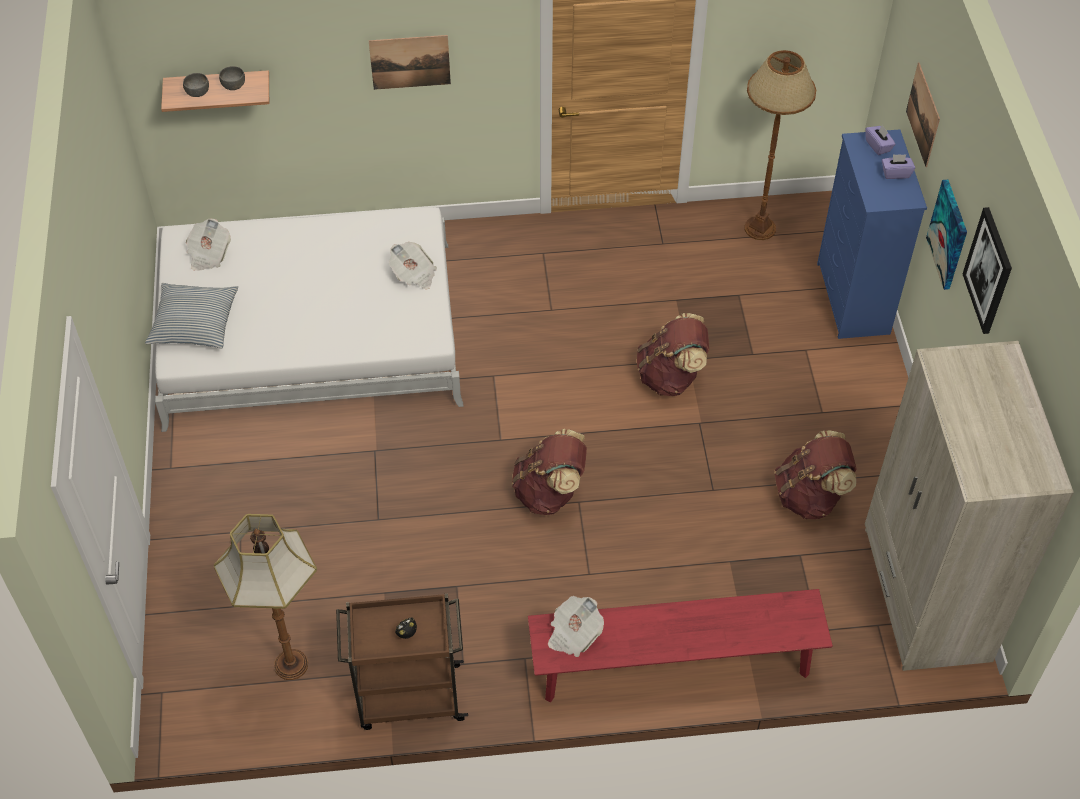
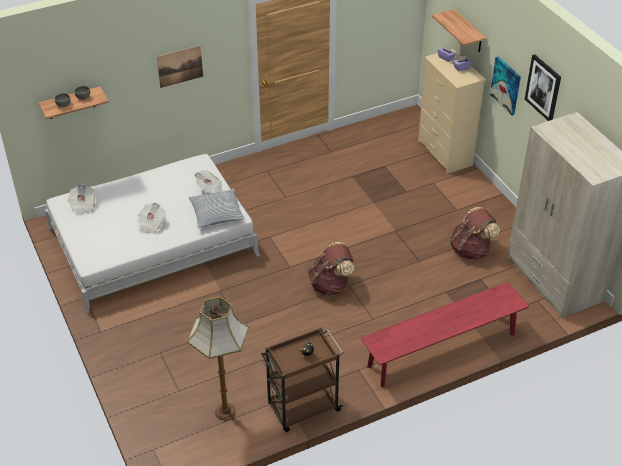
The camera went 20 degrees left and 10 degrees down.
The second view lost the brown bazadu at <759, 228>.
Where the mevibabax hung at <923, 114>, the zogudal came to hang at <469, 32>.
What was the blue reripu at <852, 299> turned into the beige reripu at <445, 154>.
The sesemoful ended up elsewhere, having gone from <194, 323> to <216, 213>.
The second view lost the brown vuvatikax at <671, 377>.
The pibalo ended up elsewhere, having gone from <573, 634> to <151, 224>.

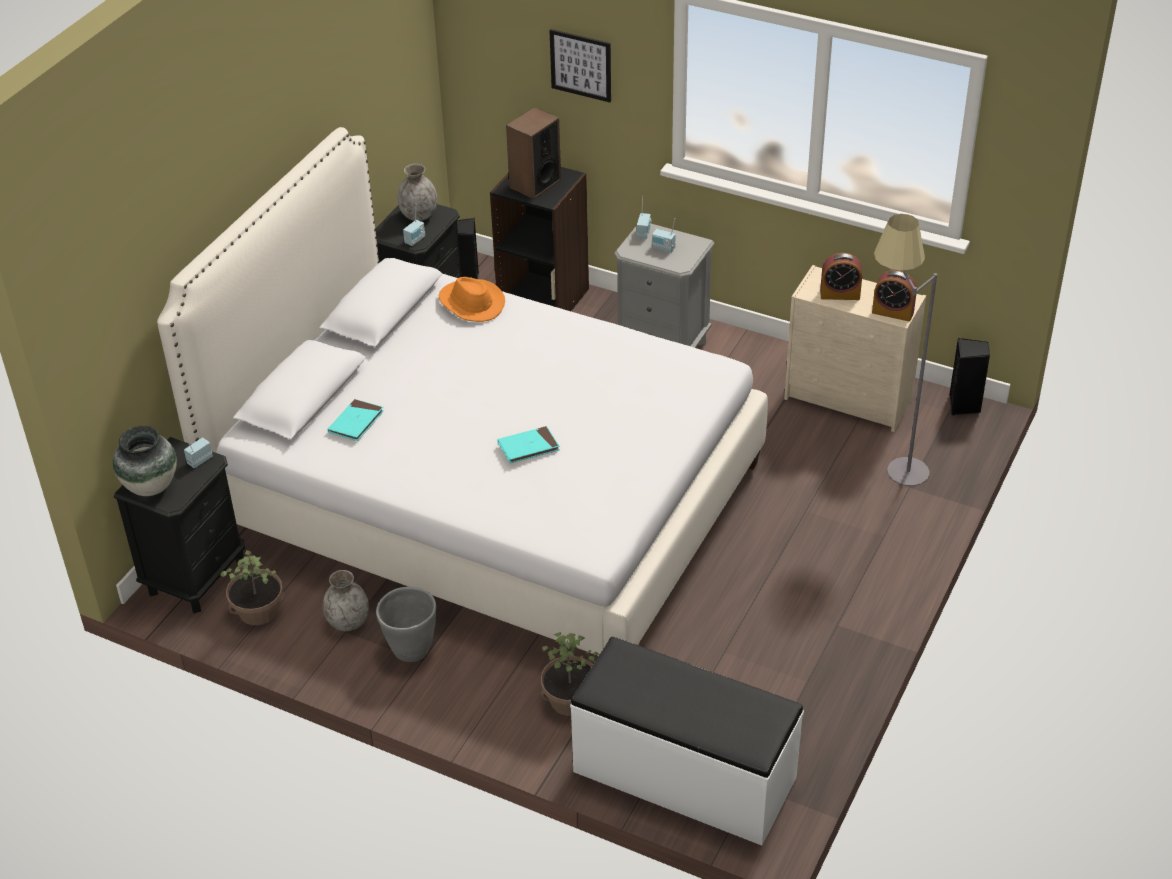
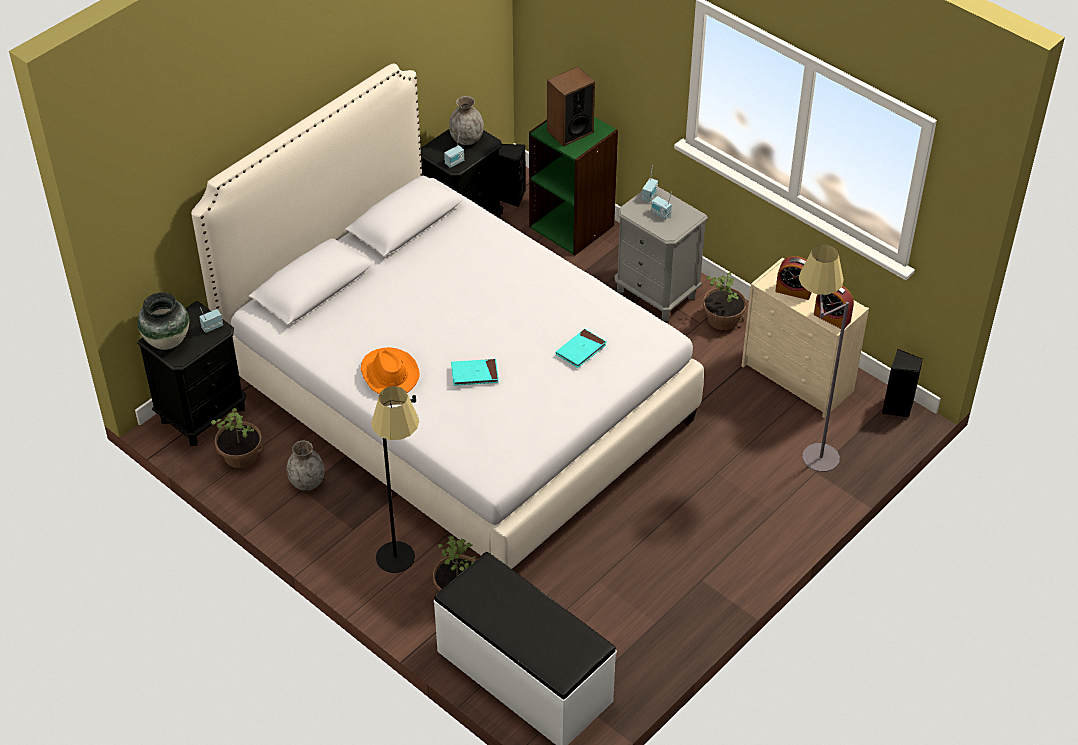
The camera went 15 degrees right and 5 degrees up.
The second view lost the mevibabax at <581, 65>.
What was the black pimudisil at <544, 297> turned into the green pimudisil at <572, 226>.
The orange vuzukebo ended up elsewhere, having gone from <470, 303> to <389, 374>.
The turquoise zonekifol ended up elsewhere, having gone from <356, 422> to <581, 350>.
The second view lost the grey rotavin at <411, 650>.
The second view gained the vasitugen at <723, 319>.
The second view gained the black bazadu at <403, 569>.

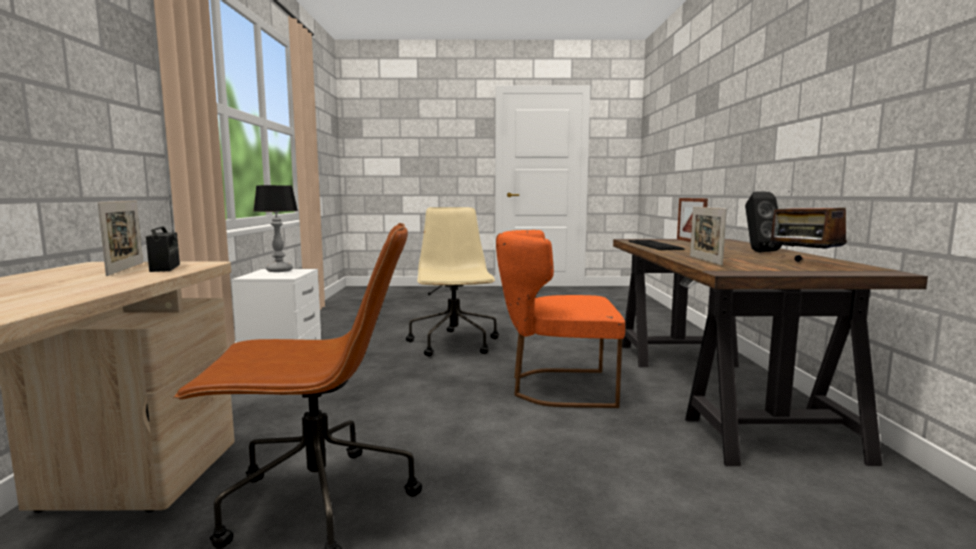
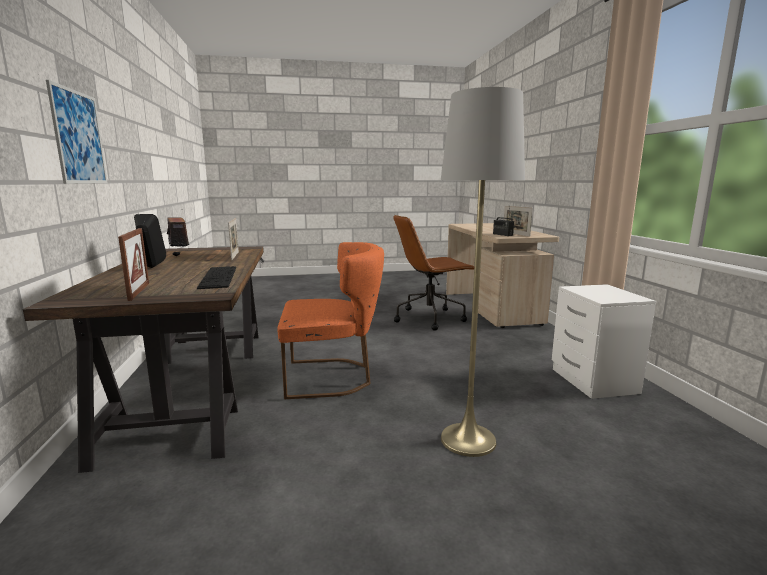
The camera went 170 degrees right and 5 degrees up.
The second view lost the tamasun at <279, 270>.
Where the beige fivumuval stood at <454, 344>, the grey bazadu came to stand at <468, 440>.
The second view gained the mevibabax at <79, 137>.

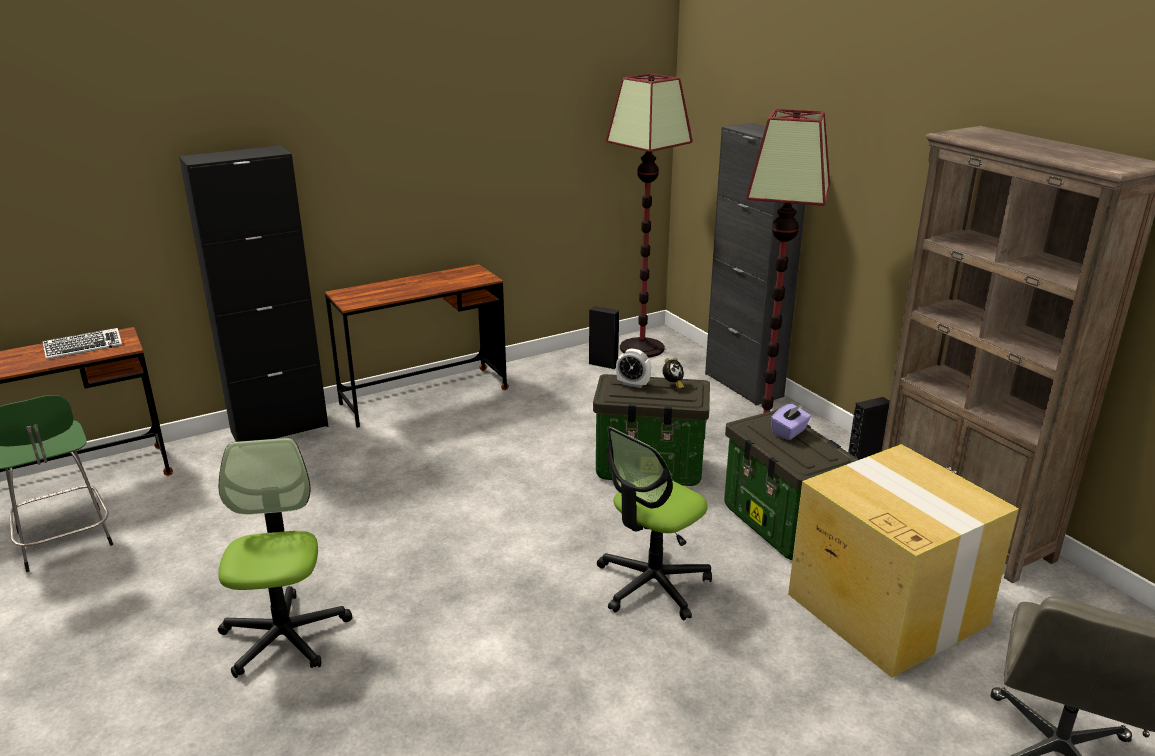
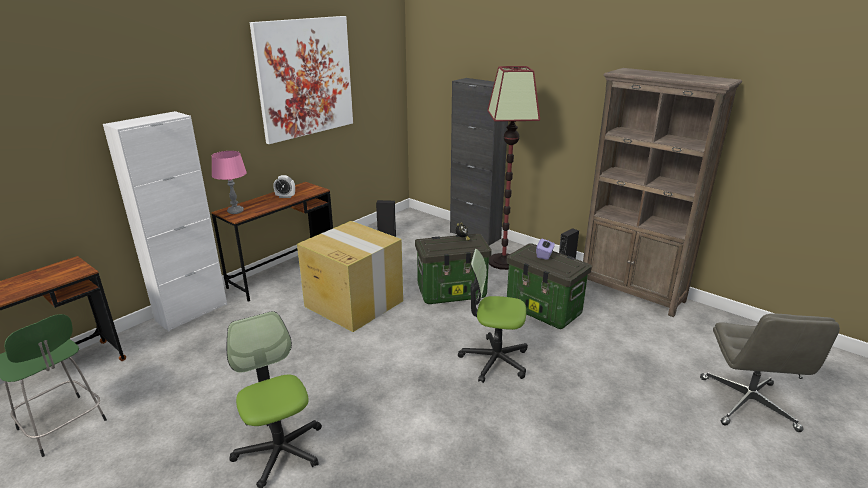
The camera went 20 degrees left and 0 degrees up.
The second view lost the bazadu at <642, 348>.
What was the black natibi at <279, 429> turned into the white natibi at <192, 312>.
The second view lost the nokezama at <84, 348>.
The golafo ended up elsewhere, having gone from <633, 384> to <285, 196>.
The fivumuval at <652, 584> ended up facing another way, 75 degrees clockwise from before.
The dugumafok ended up elsewhere, having gone from <884, 608> to <353, 303>.
The second view gained the mevibabax at <305, 78>.
The second view gained the pink tamasun at <235, 211>.

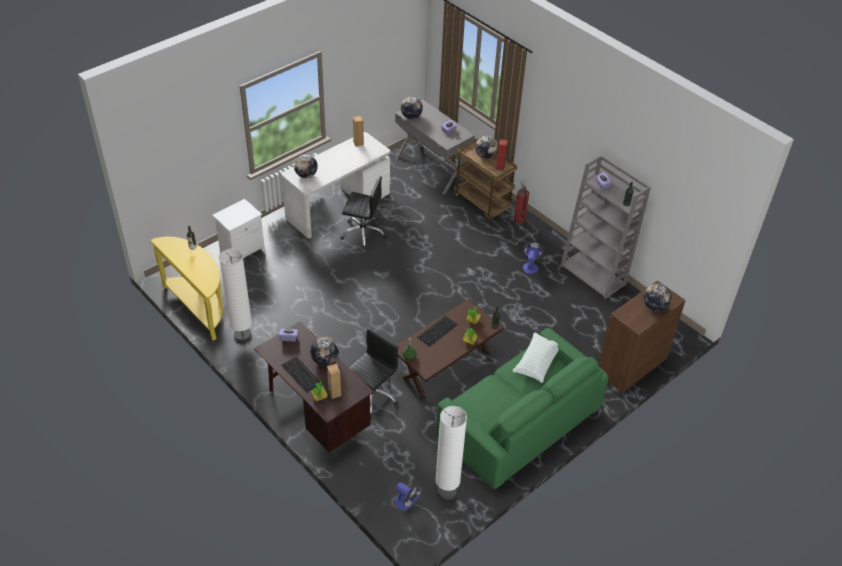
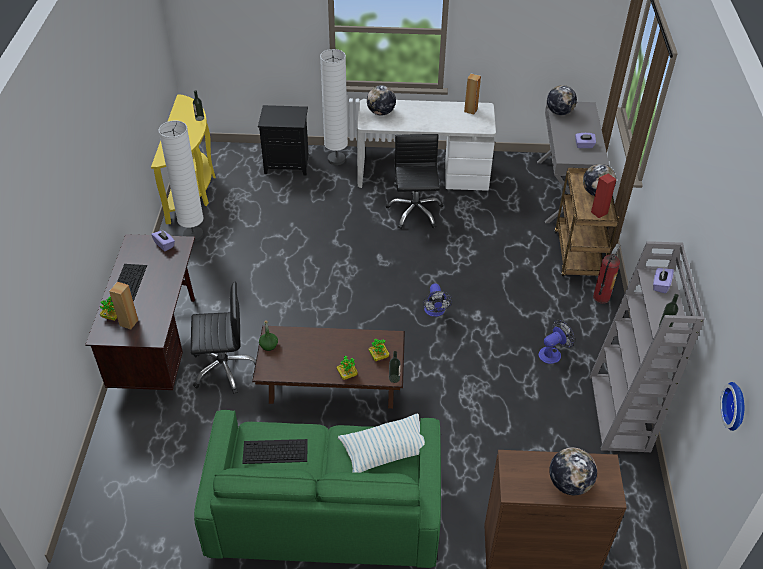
The camera went 45 degrees right and 0 degrees up.
The black fivumuval at <363, 233> ended up facing another way, 150 degrees counterclockwise from before.
What was the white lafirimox at <242, 250> turned into the black lafirimox at <288, 164>.
The nokezama ended up elsewhere, having gone from <437, 331> to <274, 451>.
The second view lost the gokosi at <325, 360>.
The white bazadu ended up elsewhere, having gone from <447, 492> to <336, 159>.
The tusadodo ended up elsewhere, having gone from <407, 504> to <435, 312>.
The second view gained the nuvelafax at <736, 406>.

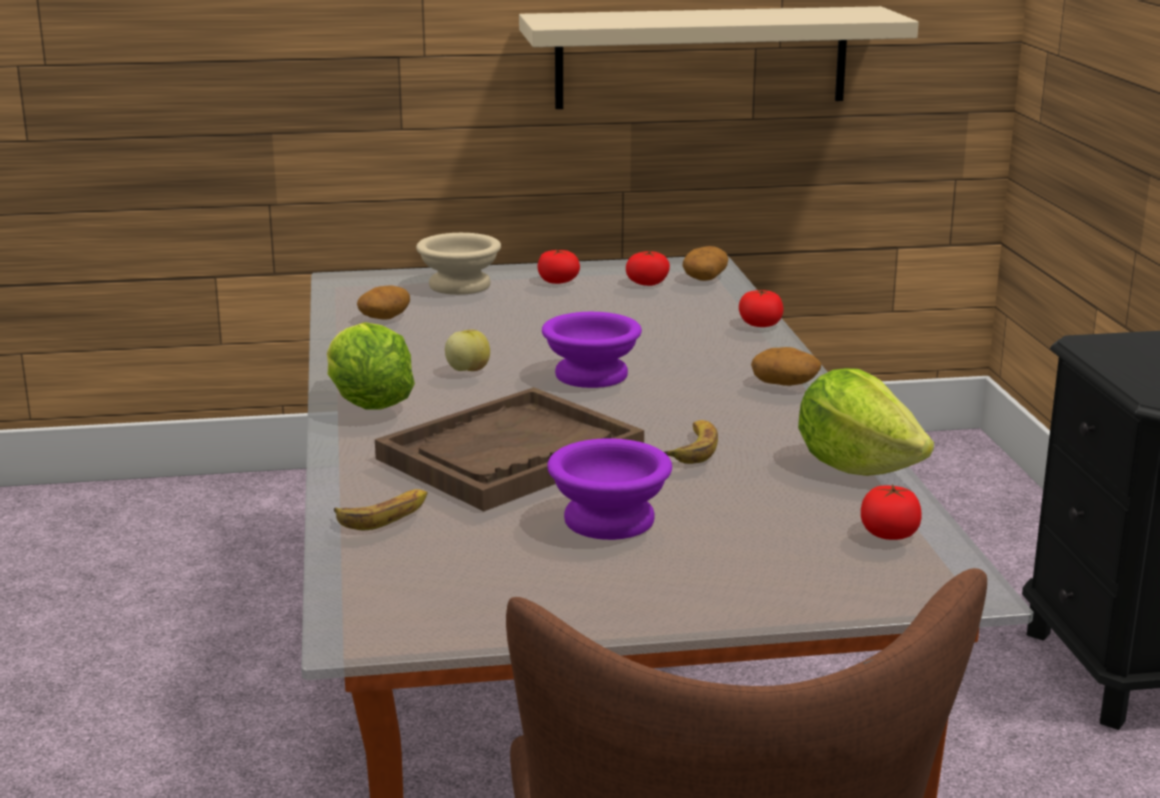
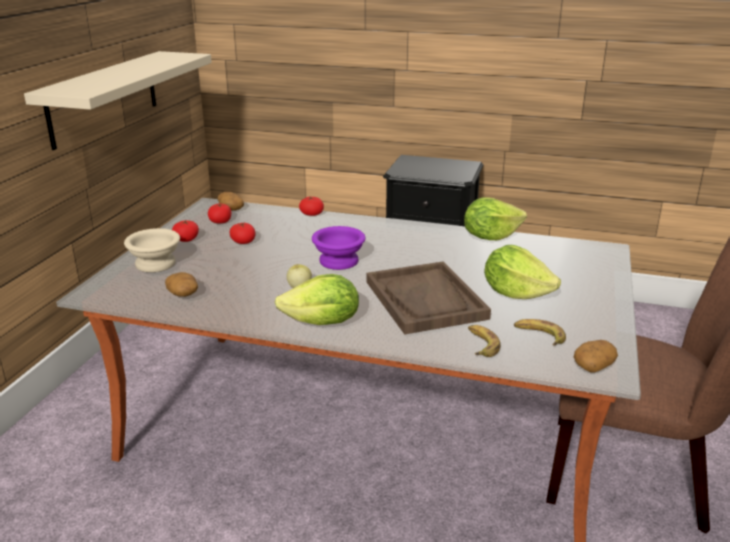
The camera went 65 degrees left and 5 degrees up.
The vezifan ended up elsewhere, having gone from <785, 384> to <593, 366>.
The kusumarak ended up elsewhere, having gone from <693, 448> to <539, 335>.
Where the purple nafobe stood at <612, 519>, the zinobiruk came to stand at <516, 293>.
The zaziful ended up elsewhere, having gone from <889, 533> to <243, 242>.

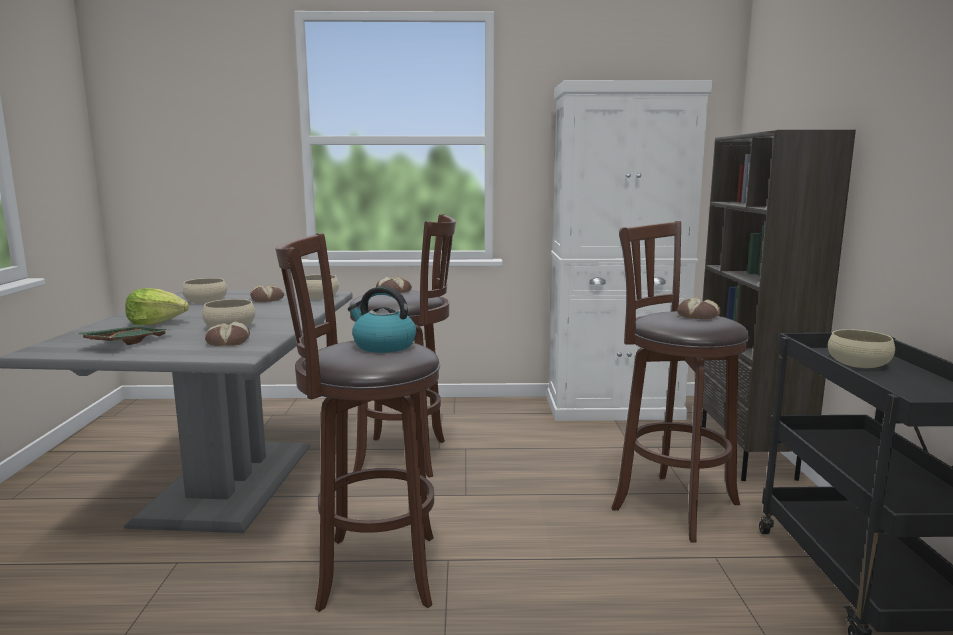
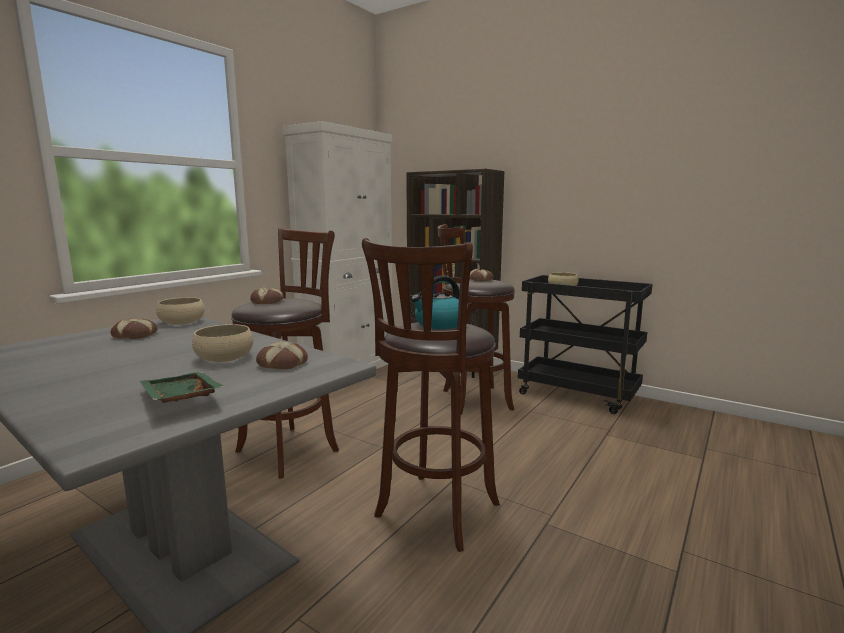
The camera went 55 degrees left and 0 degrees up.
The second view lost the beige nafobe at <205, 301>.
The second view lost the zinobiruk at <156, 323>.

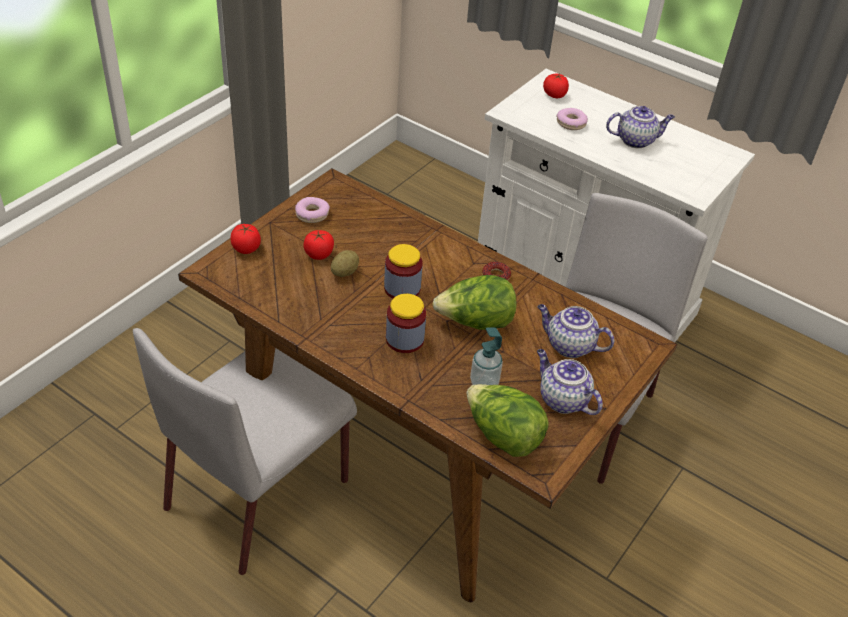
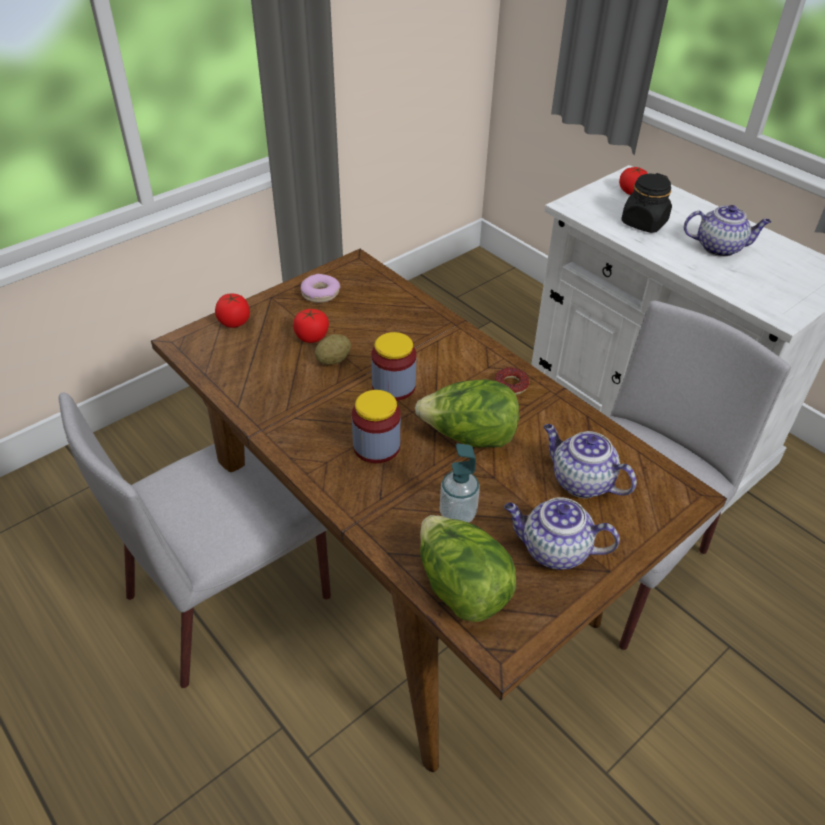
The camera went 15 degrees right and 0 degrees up.
Where the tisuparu stood at <571, 123>, the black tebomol came to stand at <644, 223>.
The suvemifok at <562, 399> ended up facing another way, 45 degrees counterclockwise from before.

